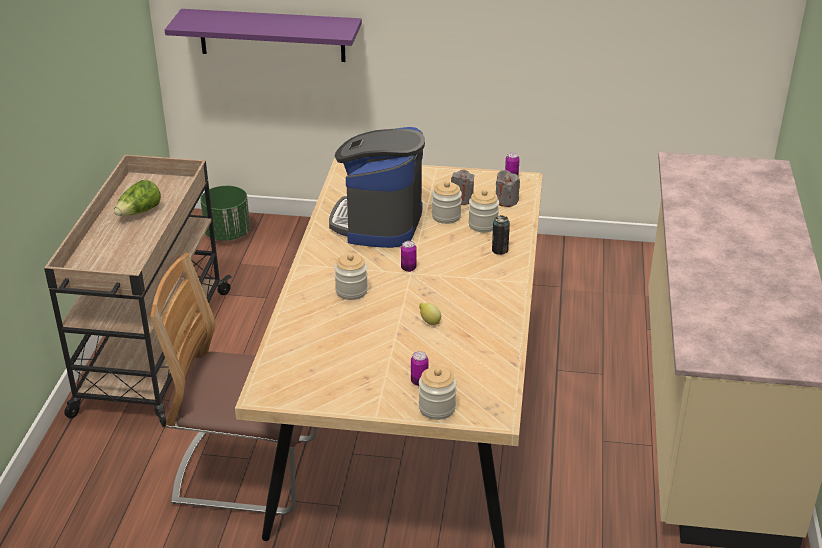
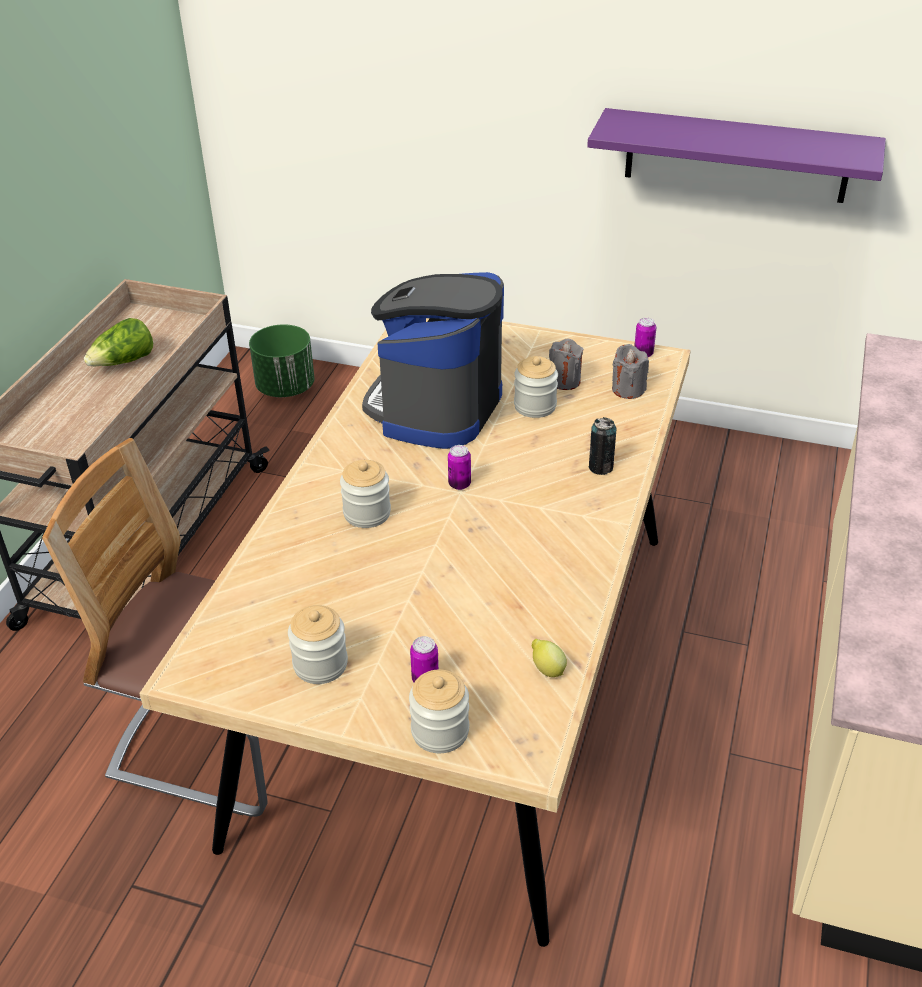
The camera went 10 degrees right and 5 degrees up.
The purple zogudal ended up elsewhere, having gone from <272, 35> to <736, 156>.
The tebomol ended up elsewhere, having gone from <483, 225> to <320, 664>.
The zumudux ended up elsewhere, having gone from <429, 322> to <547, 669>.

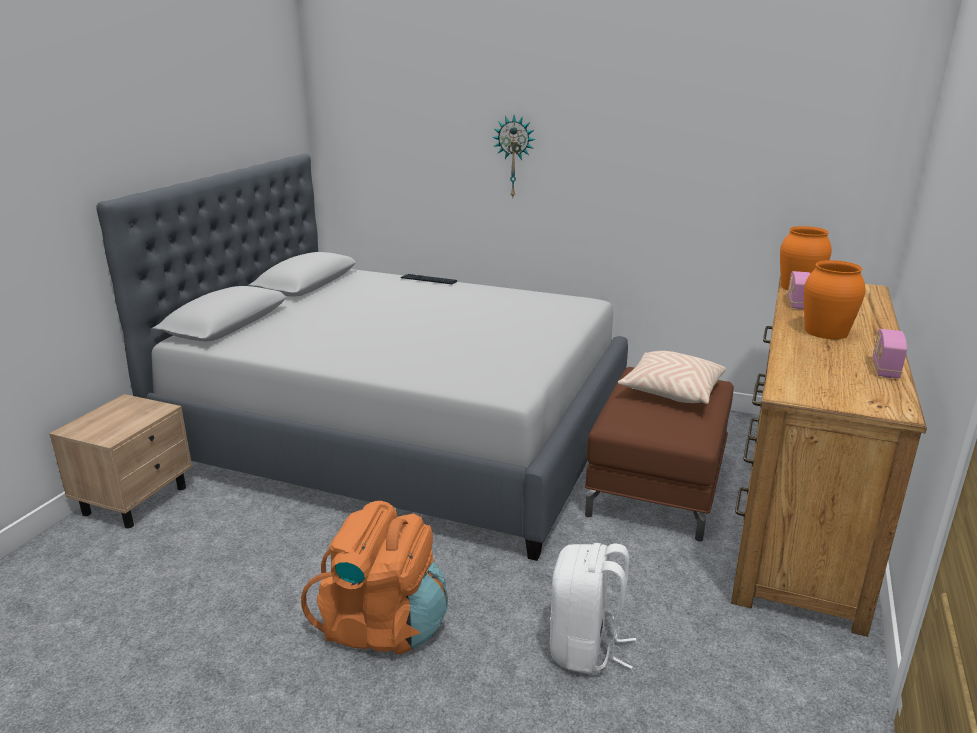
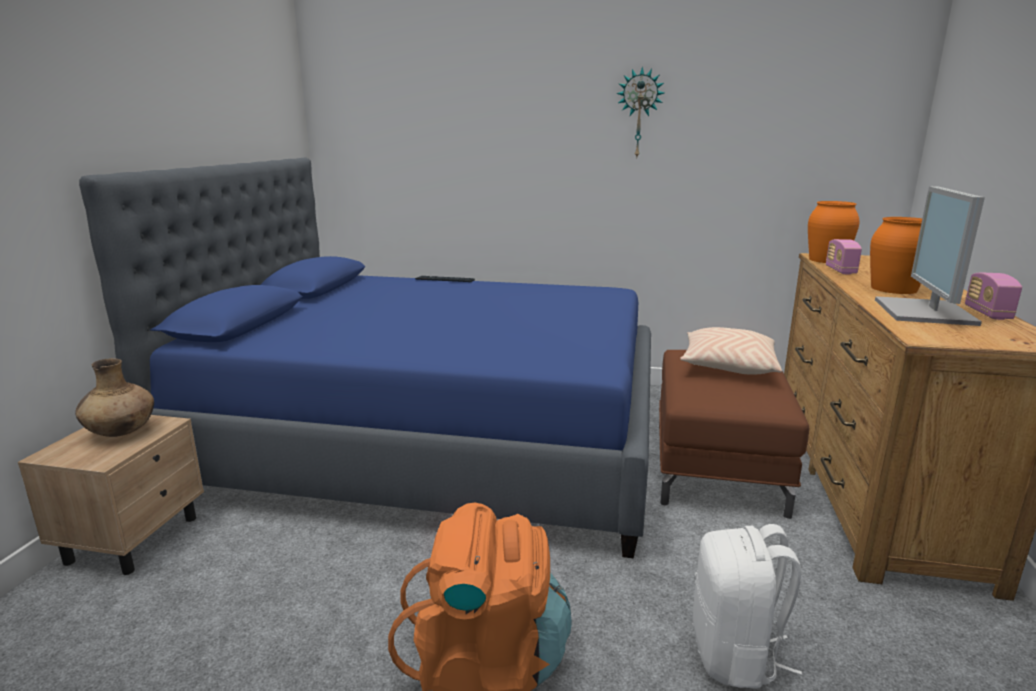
The camera went 10 degrees left and 5 degrees down.
The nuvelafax ended up elsewhere, having gone from <514, 156> to <639, 113>.
What was the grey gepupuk at <402, 434> turned into the blue gepupuk at <434, 438>.
The second view gained the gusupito at <926, 312>.
The second view gained the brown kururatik at <121, 432>.

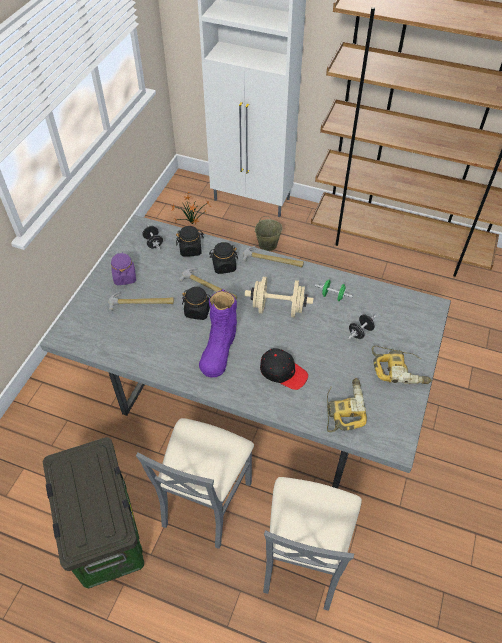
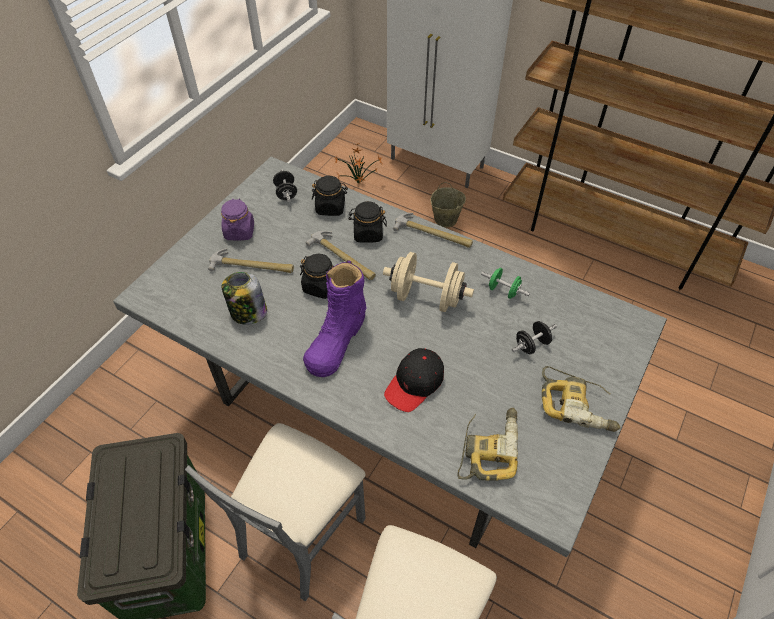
The camera went 10 degrees right and 0 degrees up.
The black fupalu at <283, 372> ended up facing another way, 90 degrees clockwise from before.
The second view gained the tebomol at <248, 312>.

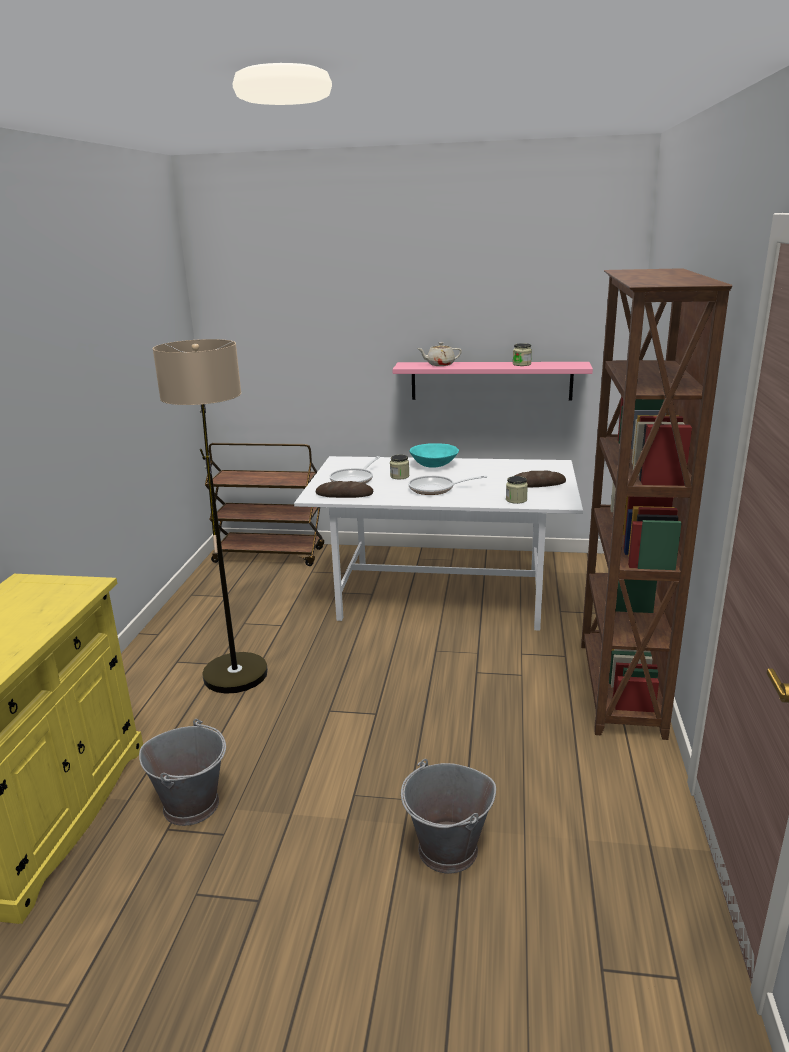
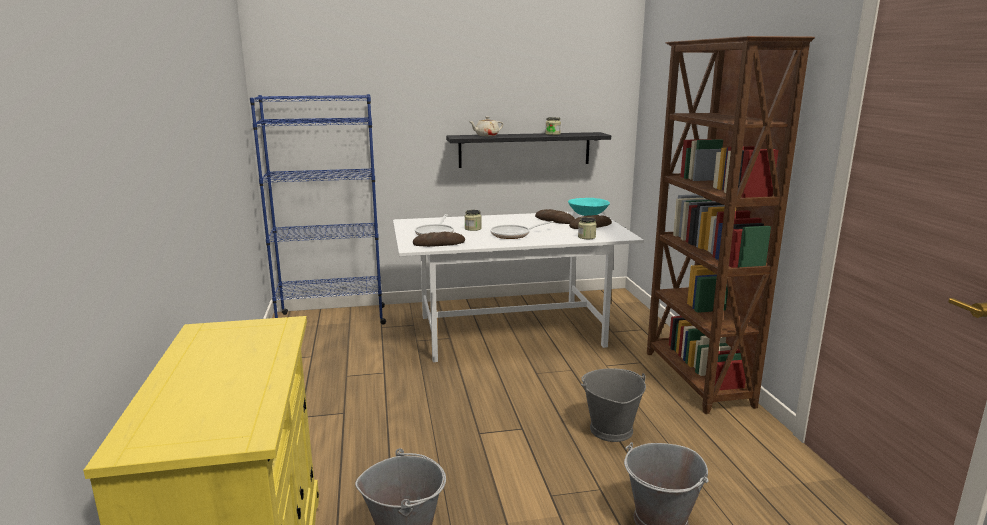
The camera went 20 degrees left and 5 degrees down.
The second view lost the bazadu at <235, 661>.
What was the pink zogudal at <491, 381> turned into the black zogudal at <524, 149>.
Where the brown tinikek stood at <270, 555>, the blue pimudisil came to stand at <332, 318>.
The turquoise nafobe ended up elsewhere, having gone from <434, 465> to <588, 214>.
The second view gained the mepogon at <554, 220>.
The second view gained the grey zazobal at <610, 429>.

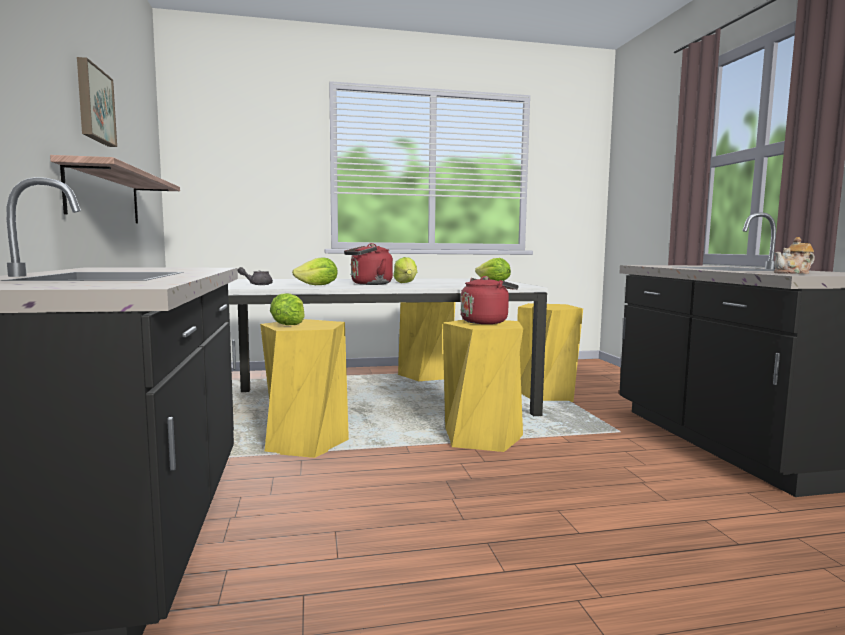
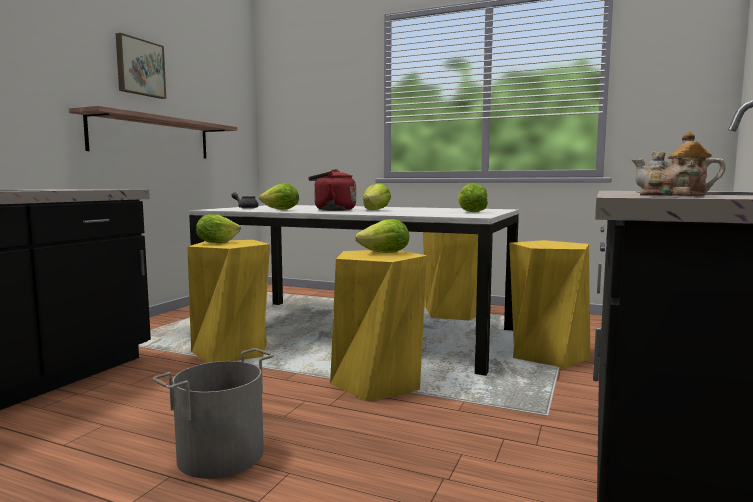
The camera went 35 degrees right and 0 degrees up.
Where the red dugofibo stood at <486, 322>, the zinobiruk came to stand at <385, 253>.
The second view gained the grey zazobal at <220, 454>.

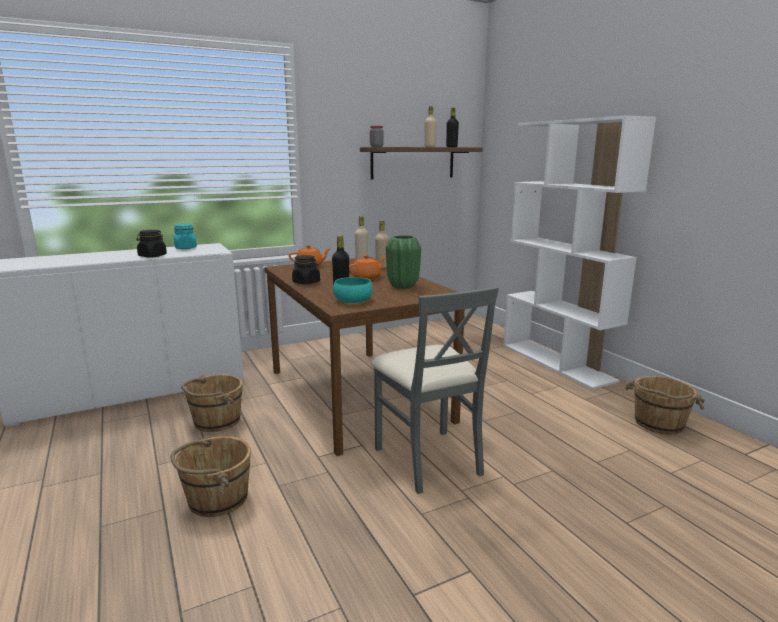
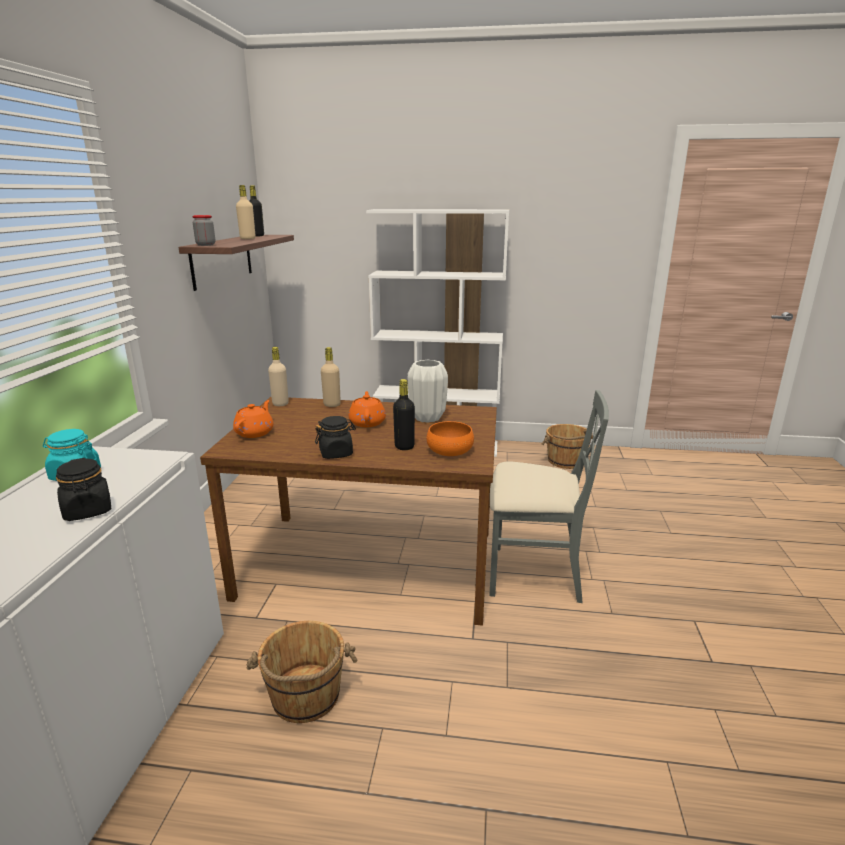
The camera went 55 degrees left and 5 degrees up.
What was the green kururatik at <403, 286> turned into the white kururatik at <428, 418>.
What was the turquoise nafobe at <353, 300> turned into the orange nafobe at <449, 451>.
The second view lost the brown zazobal at <216, 499>.

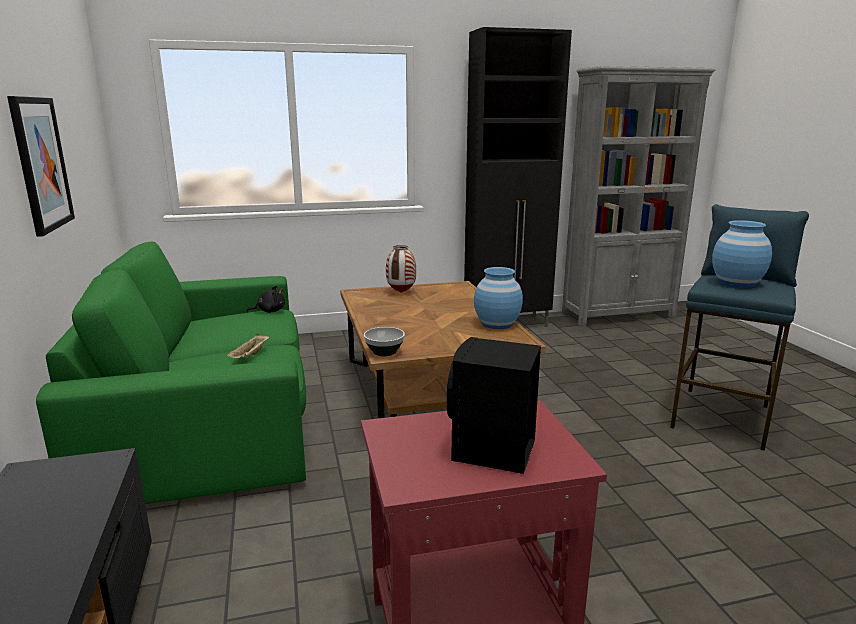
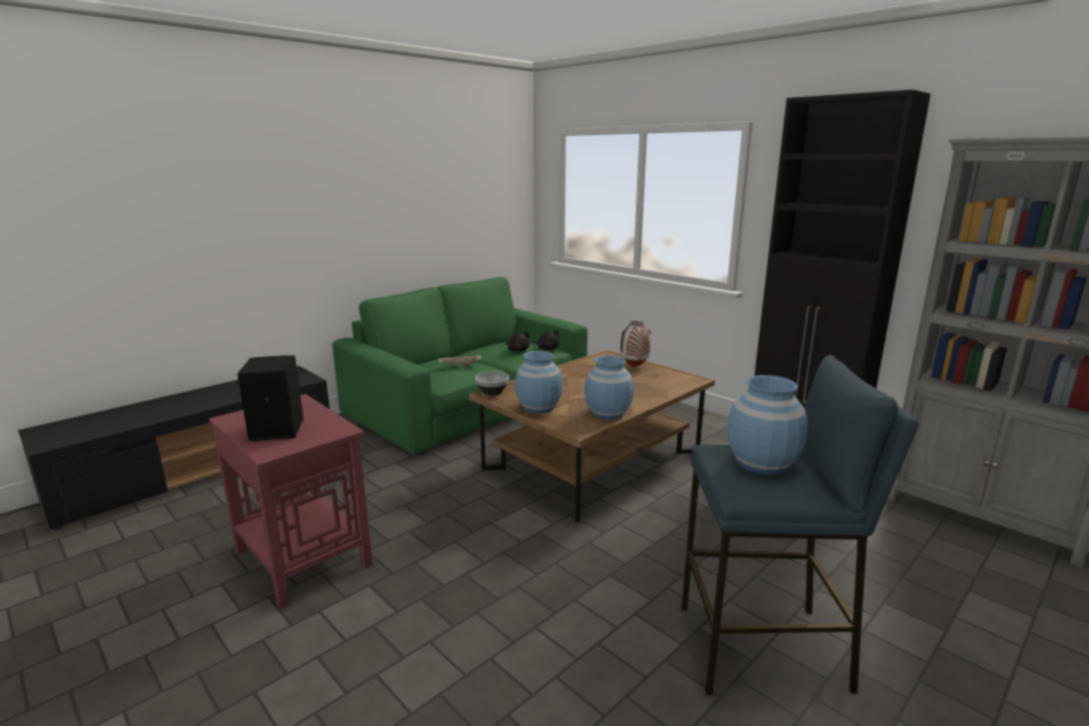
The camera went 60 degrees right and 0 degrees up.
The second view lost the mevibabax at <41, 164>.
The second view gained the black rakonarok at <518, 350>.
The second view gained the blue kururatik at <538, 407>.

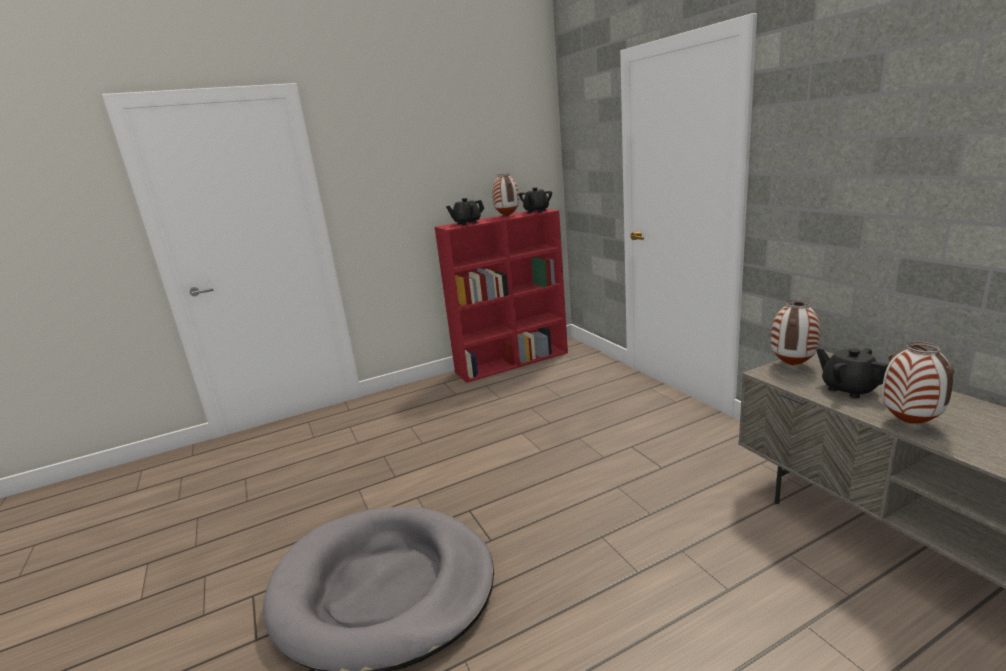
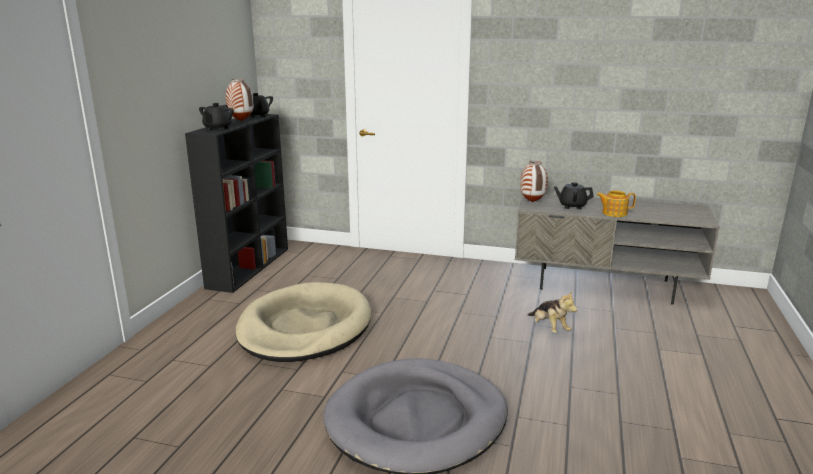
The camera went 50 degrees left and 0 degrees up.
What was the red pimudisil at <513, 362> turned into the black pimudisil at <249, 267>.
Where the kururatik stood at <910, 423>, the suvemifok came to stand at <613, 213>.
The second view gained the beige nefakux at <305, 327>.
The second view gained the rakonarok at <549, 328>.

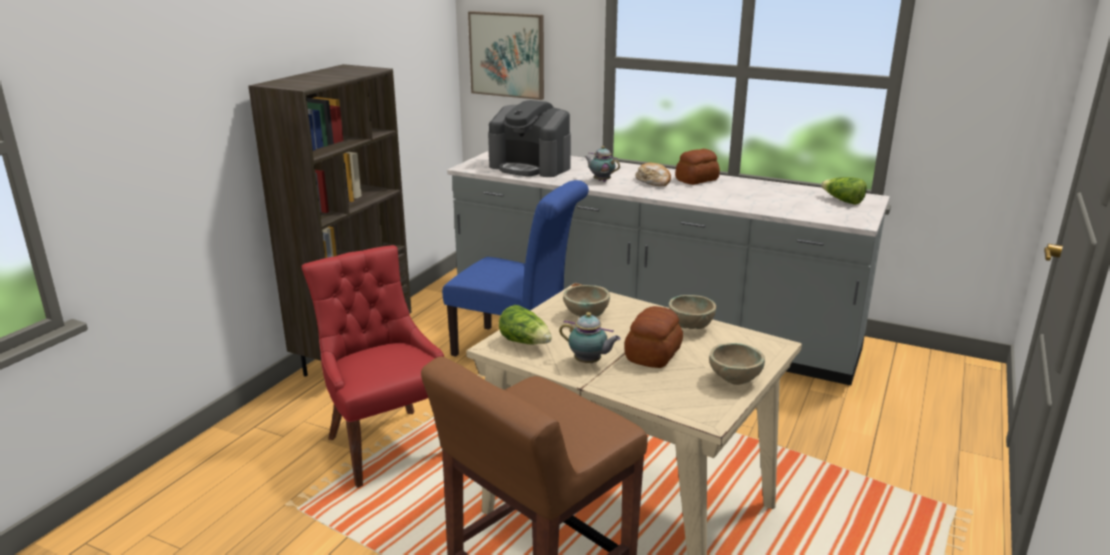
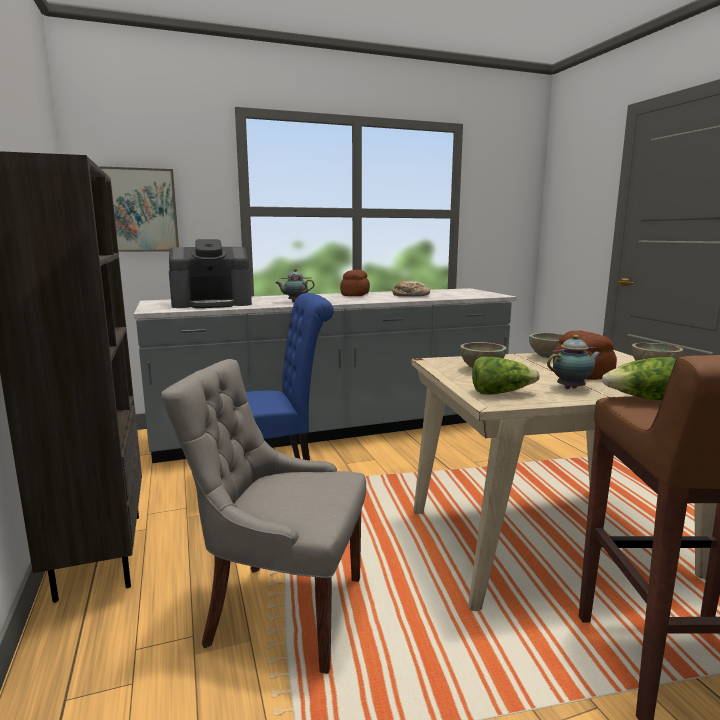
The camera went 45 degrees left and 10 degrees down.
The mepogon ended up elsewhere, having gone from <654, 182> to <410, 295>.
The zinobiruk ended up elsewhere, having gone from <842, 201> to <644, 399>.
What was the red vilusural at <387, 444> turned into the grey vilusural at <282, 610>.

